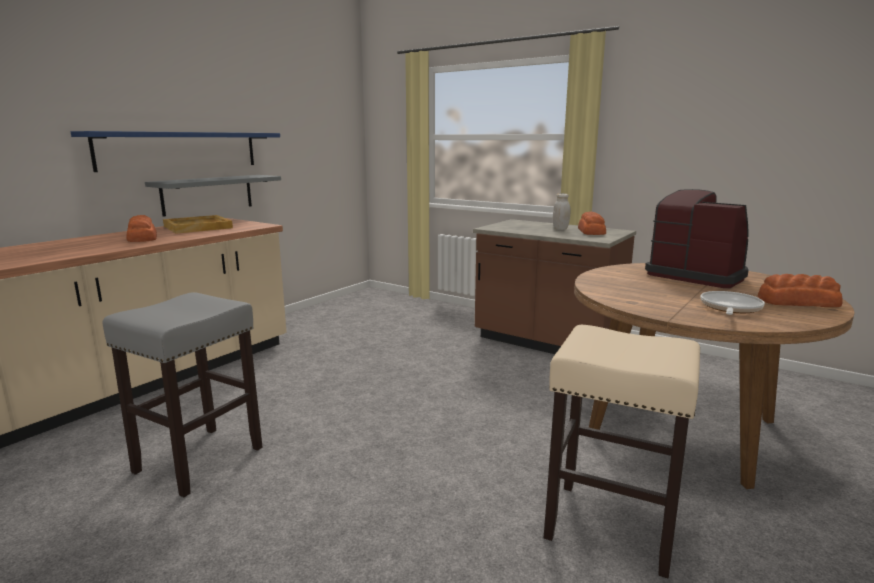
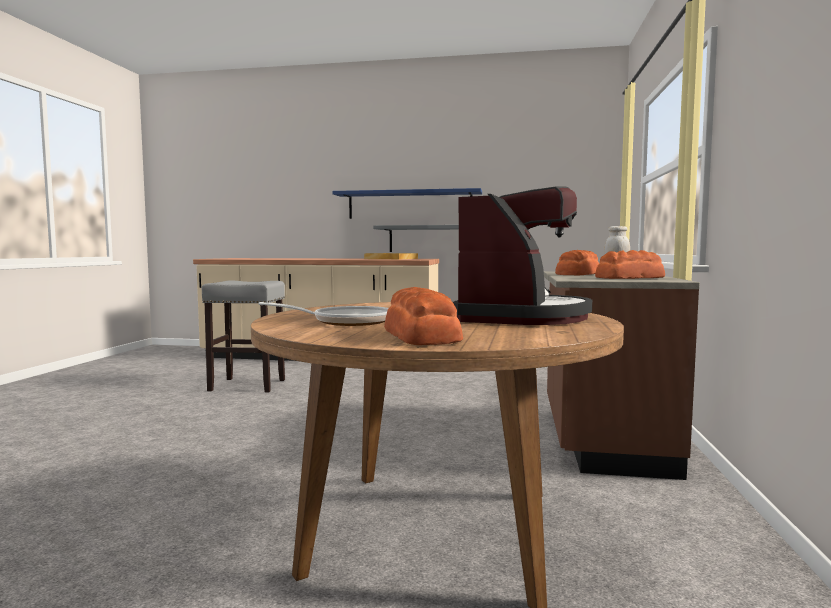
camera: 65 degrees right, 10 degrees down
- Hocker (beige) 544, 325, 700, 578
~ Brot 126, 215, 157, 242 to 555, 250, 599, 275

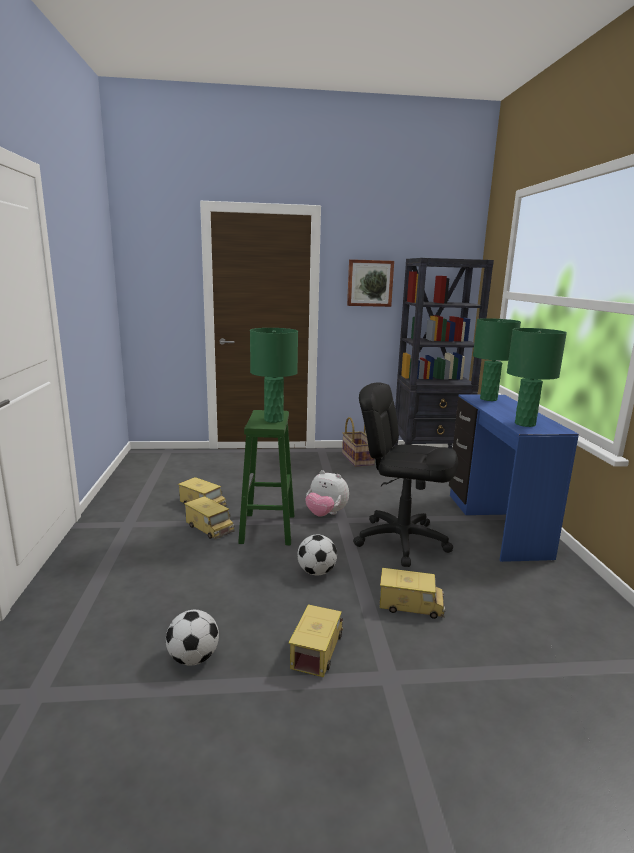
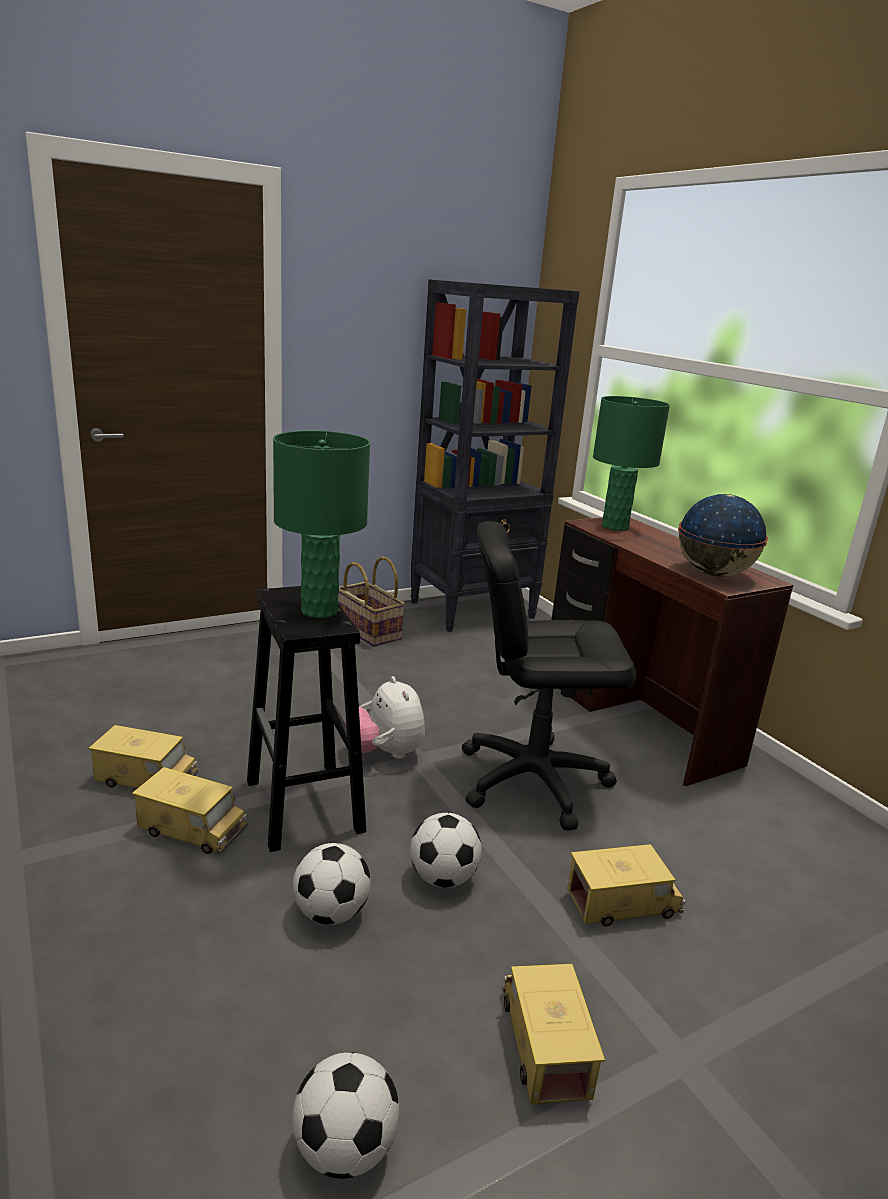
camera: 25 degrees left, 5 degrees up
- Bild 347, 259, 394, 307
+ Fußball 293, 843, 371, 925
~ Tischlampe (grün) 507, 328, 567, 427 to Globus 678, 494, 768, 577
~ Hocker (grün) 238, 410, 295, 545 to Hocker (schwarz) 247, 586, 366, 852
~ Schreibtisch (blau) 449, 395, 579, 562 to Schreibtisch (braun) 551, 517, 793, 787
~ Plüschtier 305, 470, 349, 517 = 345, 676, 425, 759 60 degrees clockwise

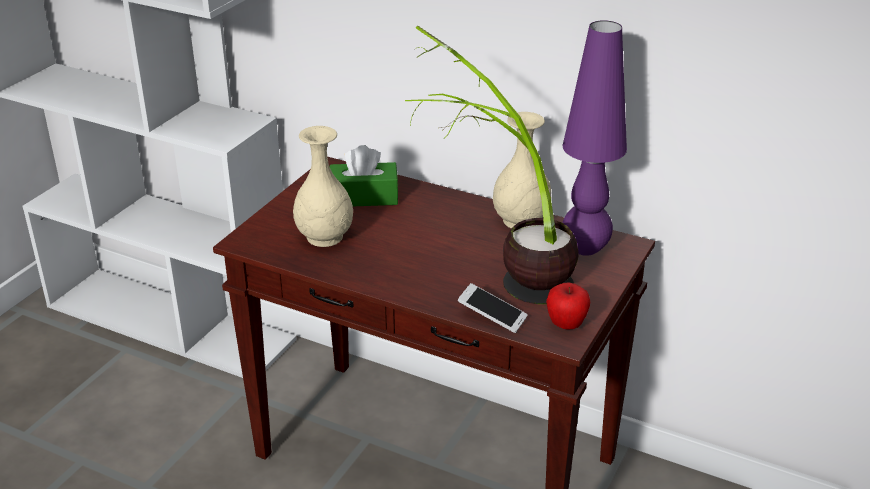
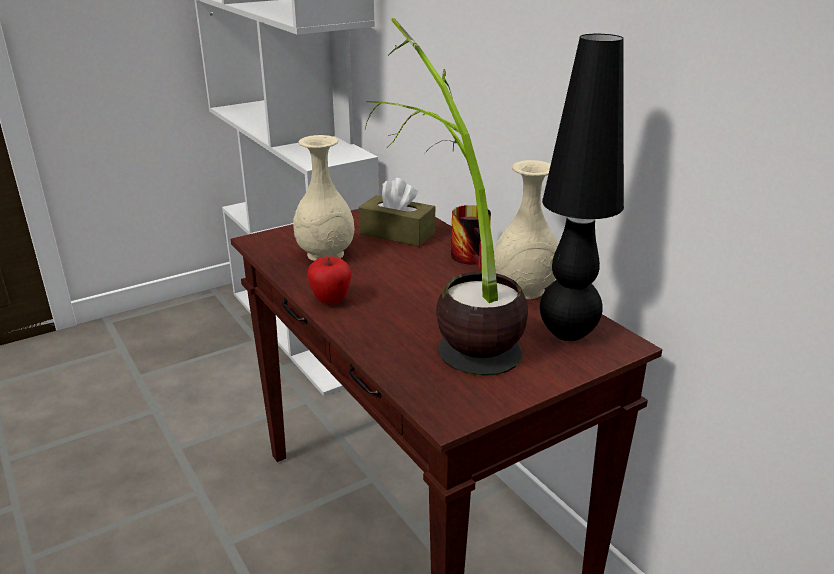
camera: 30 degrees right, 5 degrees down
- Handy 458, 283, 528, 333
+ Henkelbecher 451, 205, 491, 269
~ Apfel 546, 282, 590, 330 to 307, 256, 351, 304
~ Taschentuchbox (grün) 330, 145, 399, 206 to Taschentuchbox (braun) 358, 178, 435, 246
~ Tischlampe (lila) 563, 20, 627, 256 to Tischlampe (schwarz) 540, 34, 624, 341

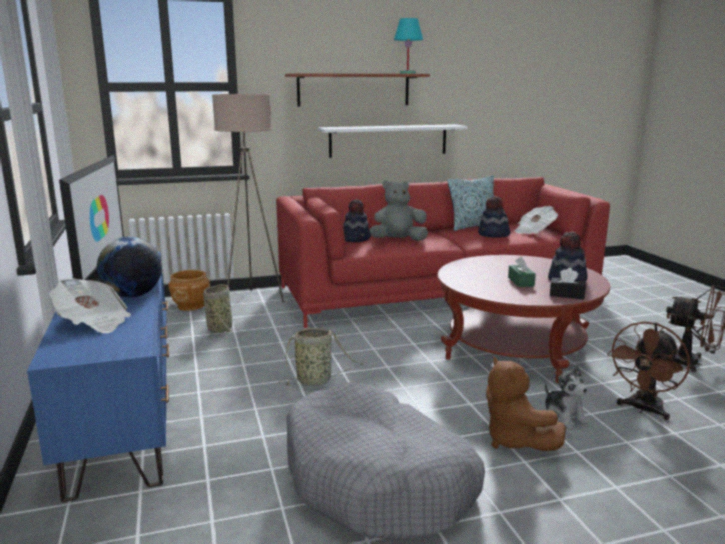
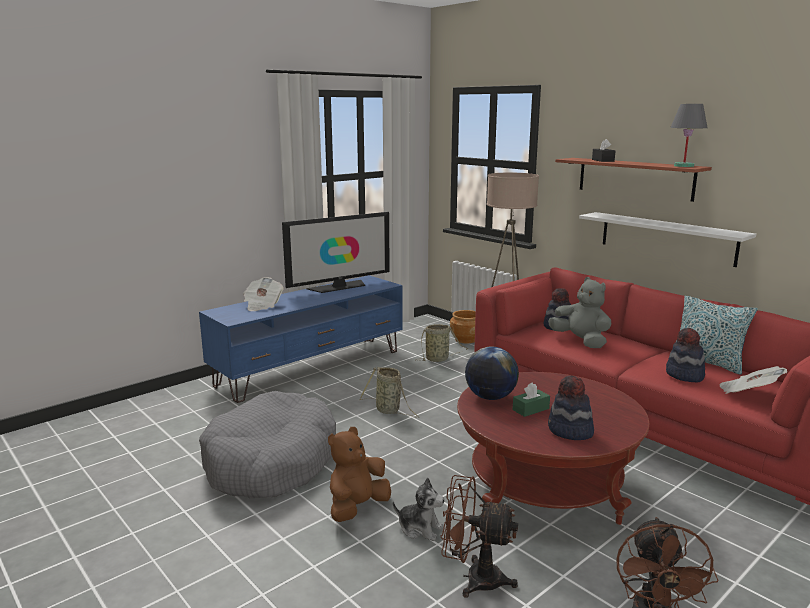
camera: 65 degrees right, 0 degrees up
~ Globus 97, 237, 162, 298 to 465, 347, 519, 400
~ Taschentuchbox (schwarz) 550, 268, 586, 299 to 592, 139, 615, 162
~ Tischlampe (türkis) 394, 18, 423, 74 to Tischlampe (grau) 670, 104, 708, 167
~ Plüschtier 545, 365, 589, 428 = 393, 477, 445, 541 105 degrees counterclockwise

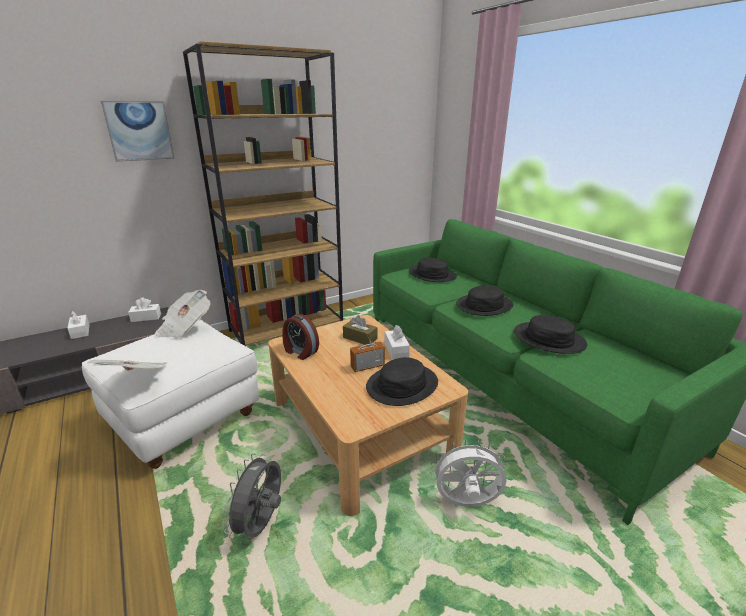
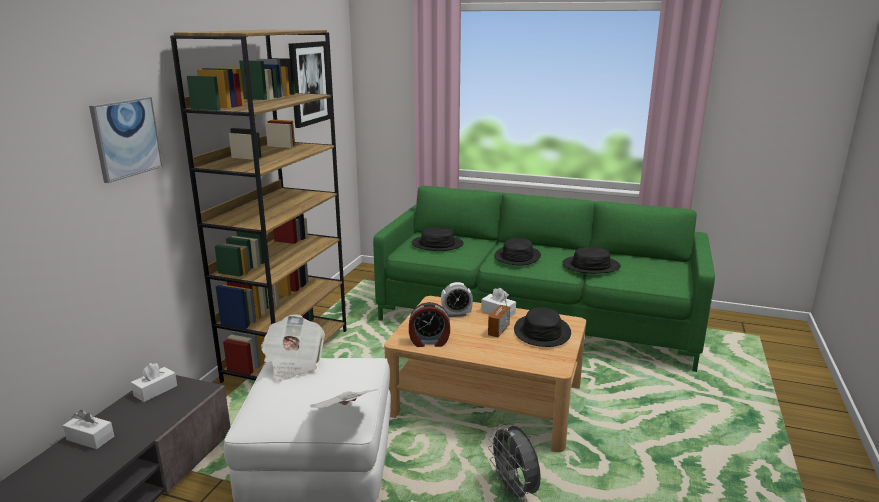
camera: 40 degrees left, 5 degrees down
- Ventilator (weiß) 430, 439, 508, 507
+ Bild 289, 41, 330, 128
~ Taschentuchbox (braun) 343, 315, 378, 345 to Wecker 441, 282, 473, 317

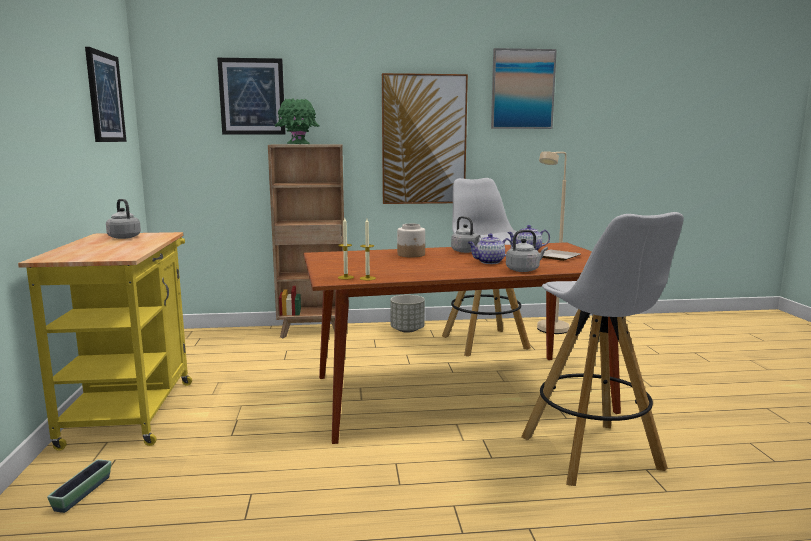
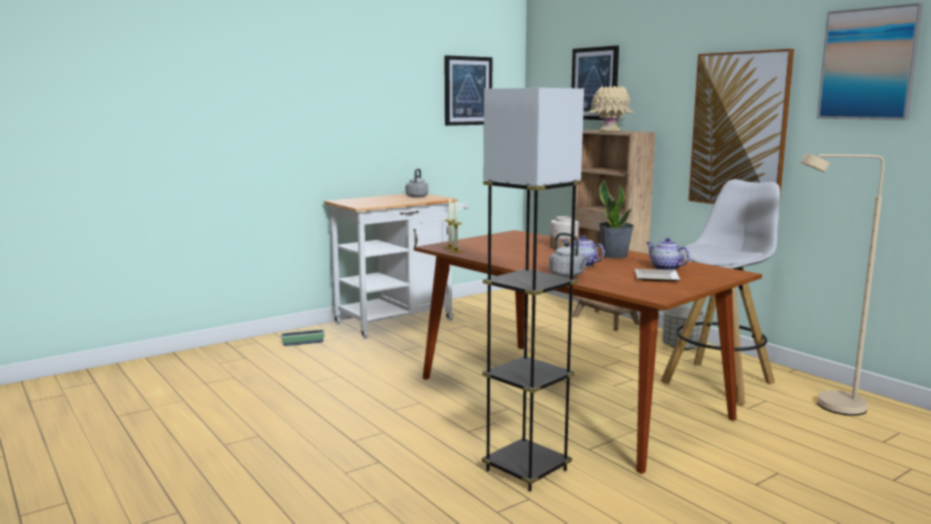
camera: 60 degrees right, 0 degrees up
~ Wasserkessel (grau) 451, 216, 481, 253 to Topfpflanze 599, 179, 634, 258
~ Hocker (weiß) 521, 212, 684, 486 to Stehlampe (grau) 482, 88, 584, 491
~ Rollwagen (gelb) 18, 232, 192, 451 to Rollwagen (weiß) 324, 194, 469, 339
~ Vase (grün) 275, 99, 320, 144 to Vase (beige) 588, 86, 634, 131

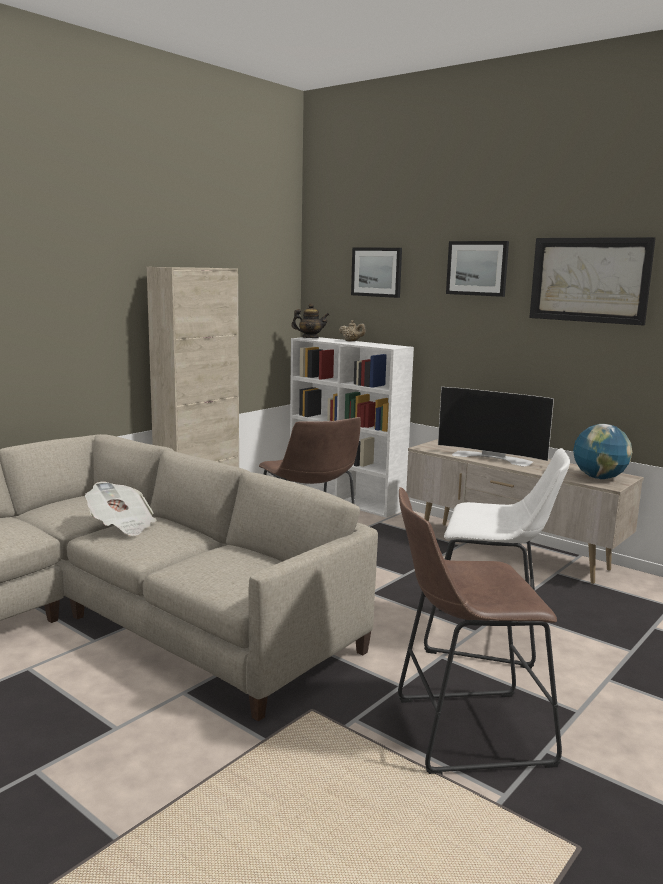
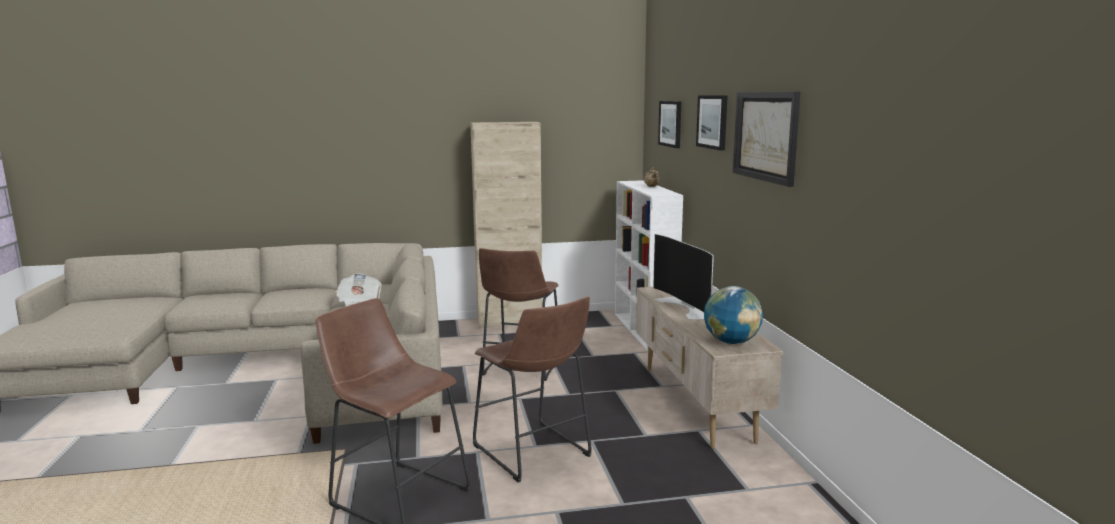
camera: 40 degrees right, 0 degrees up
- Teekanne 291, 303, 329, 338
~ Hocker (weiß) 424, 448, 570, 669 to Hocker (braun) 473, 296, 592, 482

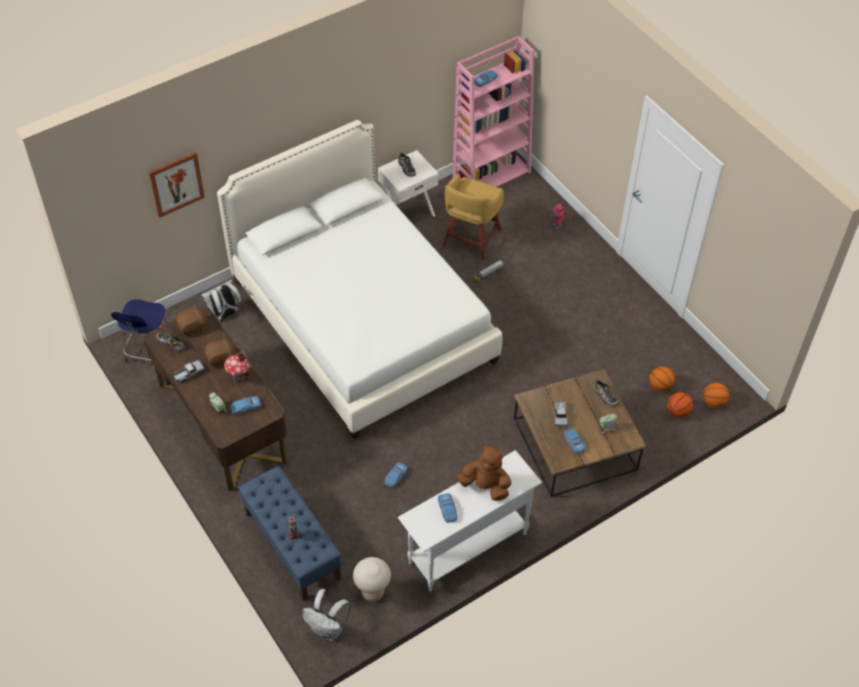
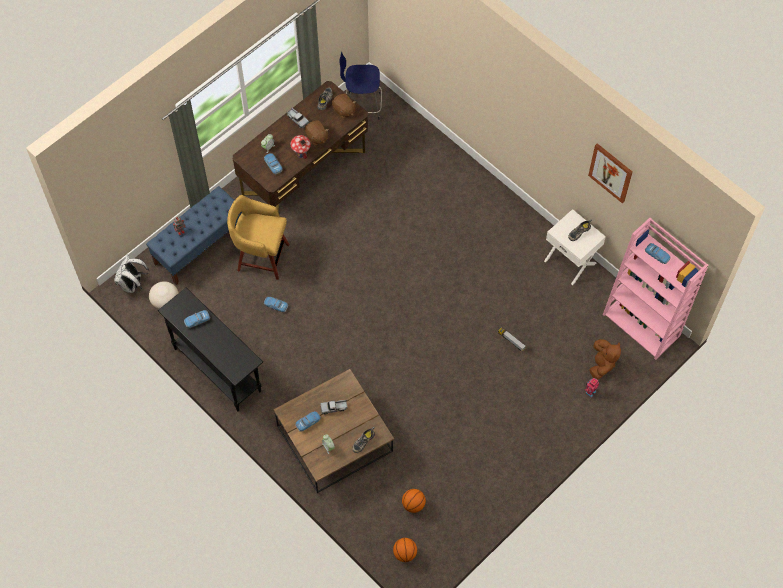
camera: 80 degrees right, 10 degrees up
- Rucksack (weiß) 201, 279, 243, 322
- Bett (weiß) 217, 120, 502, 439
- Basketball 667, 392, 693, 418
~ Bild 148, 152, 205, 218 to 588, 143, 633, 204
~ Hocker (gelb) 443, 174, 504, 260 to 227, 195, 290, 280
~ Plüschtier (braun) 456, 444, 511, 501 to 589, 339, 621, 379
~ Konsolentisch (weiß) 398, 450, 542, 592 to Konsolentisch (schwarz) 158, 288, 263, 411

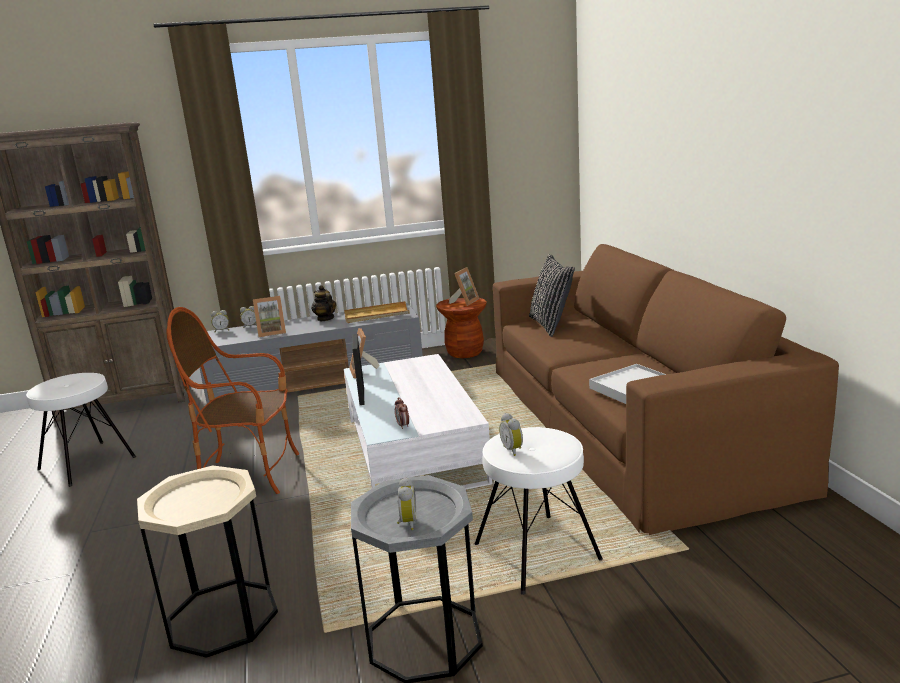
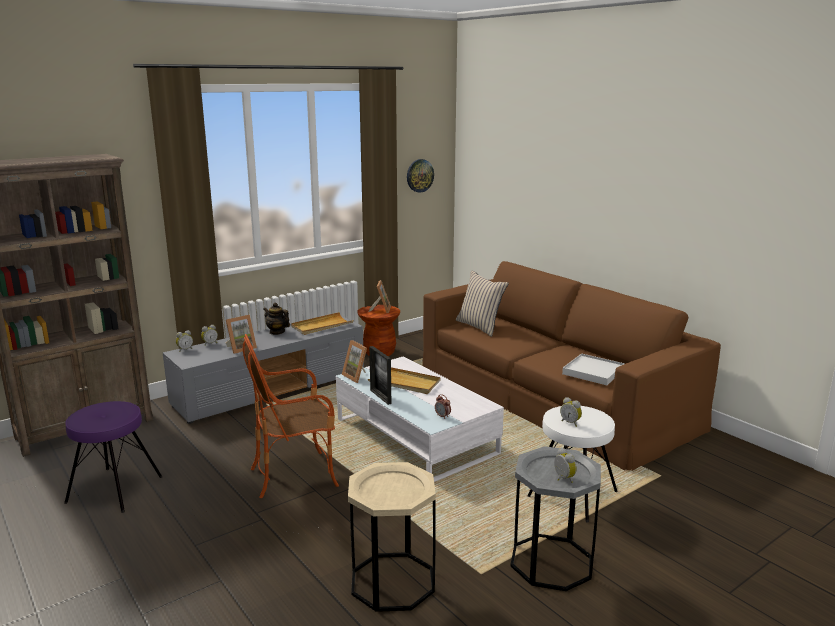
camera: 25 degrees left, 0 degrees up
+ Tablett (beige) 368, 367, 441, 394
+ Wanduhr 407, 159, 434, 193
~ Hocker (weiß) 26, 373, 136, 487 to Hocker (lila) 64, 401, 162, 513
~ Kissen (schwarz) 529, 254, 575, 337 to Kissen (beige) 456, 271, 509, 337

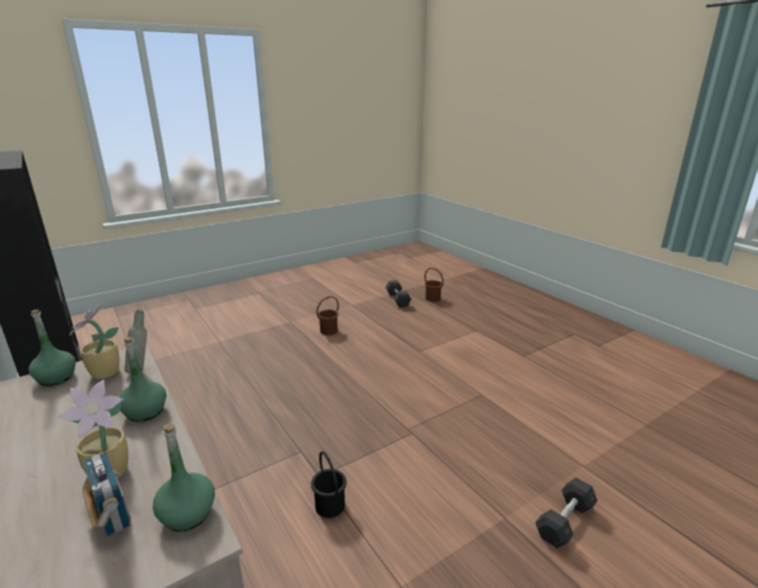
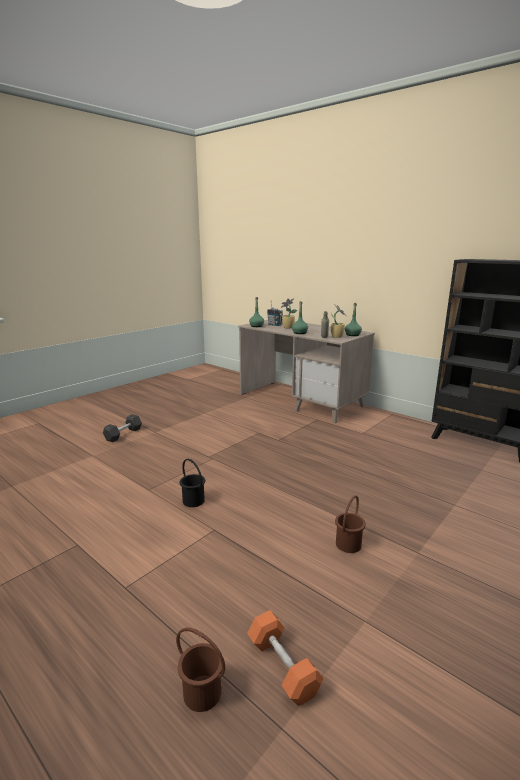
camera: 165 degrees right, 5 degrees down
~ Eimer (schwarz) 311, 451, 347, 518 to 180, 459, 205, 507
~ Hantel (grau) 385, 280, 411, 307 to Hantel (orange) 247, 610, 323, 706

